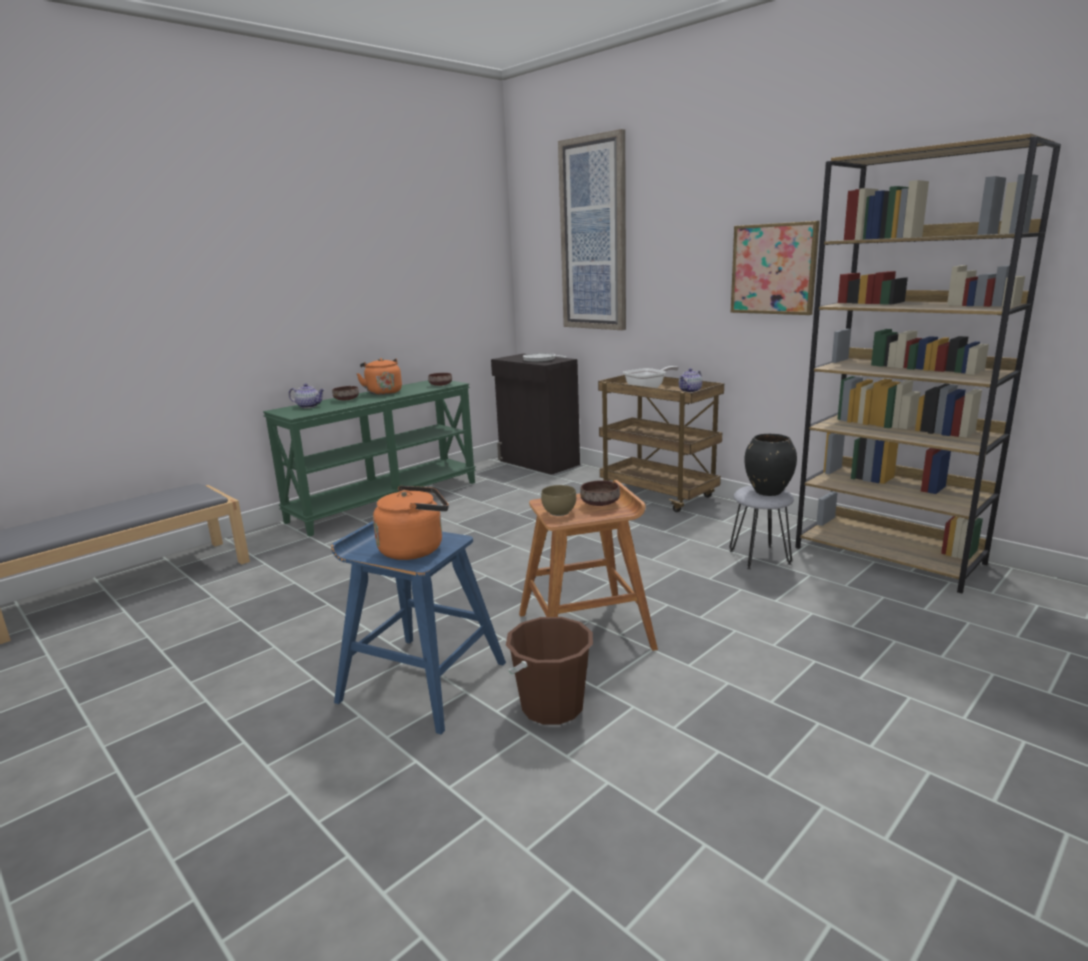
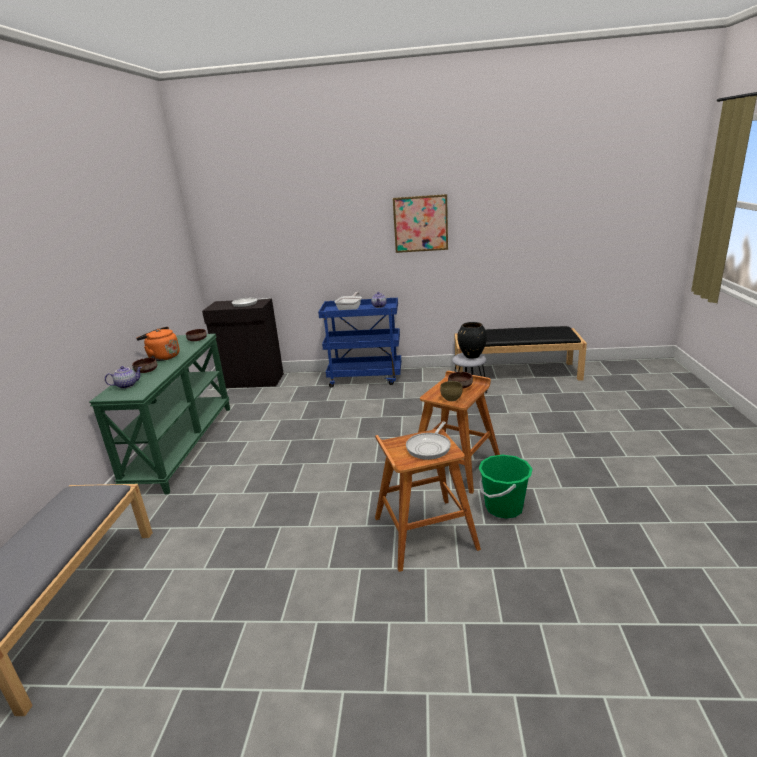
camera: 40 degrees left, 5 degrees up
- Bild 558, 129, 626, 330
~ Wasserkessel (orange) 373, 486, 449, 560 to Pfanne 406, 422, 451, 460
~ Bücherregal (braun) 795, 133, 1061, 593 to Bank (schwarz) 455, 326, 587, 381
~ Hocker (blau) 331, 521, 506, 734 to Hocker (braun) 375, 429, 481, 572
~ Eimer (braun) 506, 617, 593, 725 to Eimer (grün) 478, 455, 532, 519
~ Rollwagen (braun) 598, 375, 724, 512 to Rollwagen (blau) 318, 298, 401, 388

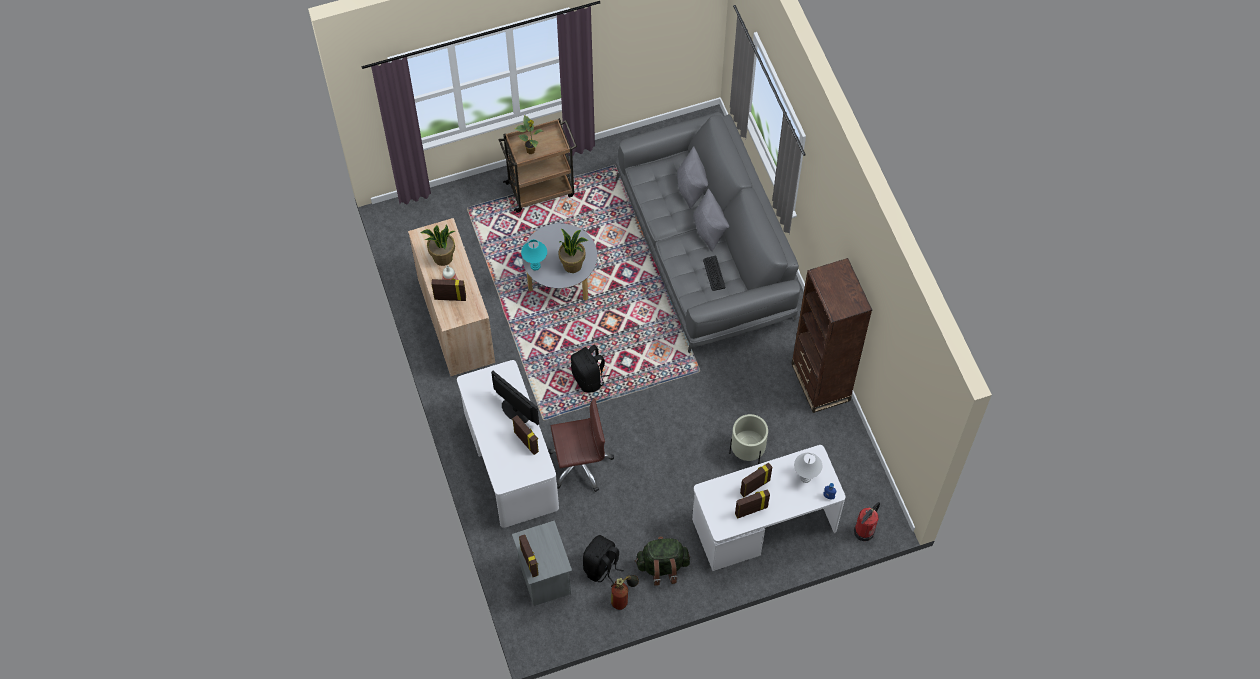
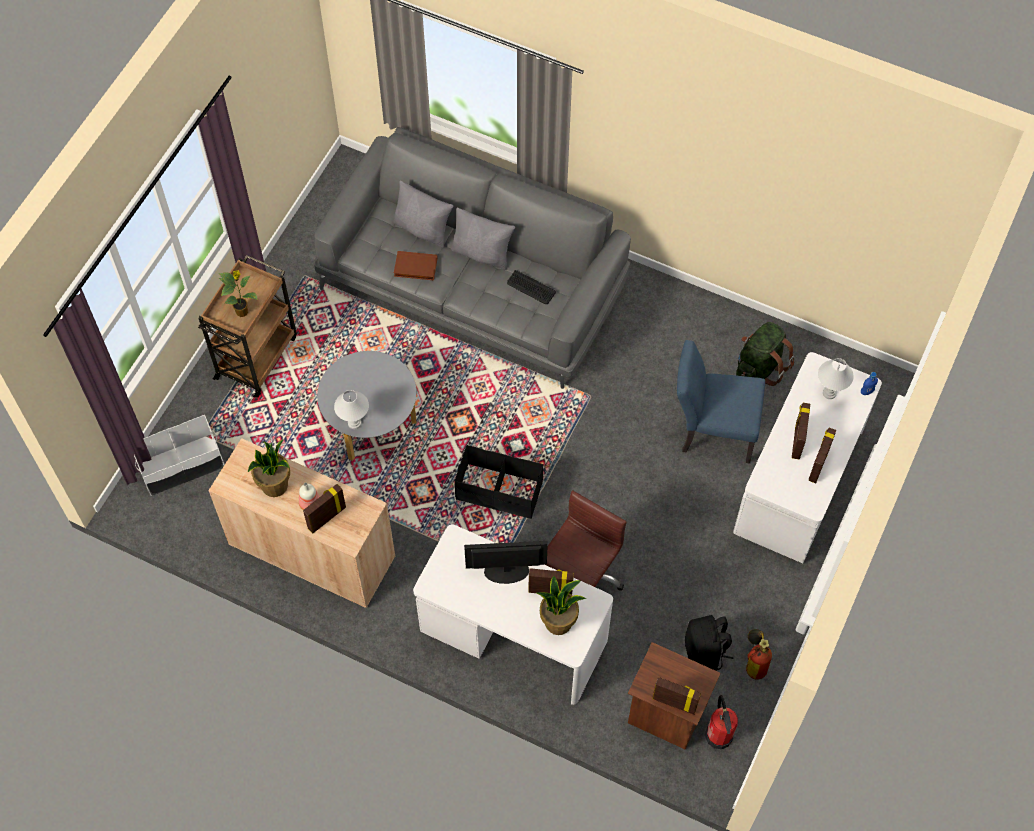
camera: 45 degrees left, 0 degrees up
- Bücherregal (braun) 791, 258, 872, 413
+ Aufbewahrungsbox (weiß) 134, 415, 224, 496
+ Buch (braun) 394, 251, 438, 280
~ Topfpflanze 559, 228, 588, 273 to 536, 576, 586, 635
~ Rucksack (grün) 635, 536, 690, 586 to 736, 322, 795, 386
~ Feuerlöscher 854, 502, 880, 541 to 705, 695, 738, 749
~ Rucksack (schwarz) 571, 345, 610, 392 to Aufbewahrungsbox (schwarz) 455, 445, 543, 519
~ Pflanzkübel (beige) 729, 414, 768, 464 to Stuhl (blau) 677, 340, 765, 464
~ Nachttisch (grau) 512, 520, 572, 606 to Nachttisch (braun) 628, 642, 721, 749
~ Tischlampe (türkis) 521, 239, 547, 271 to Tischlampe (weiß) 334, 390, 369, 429

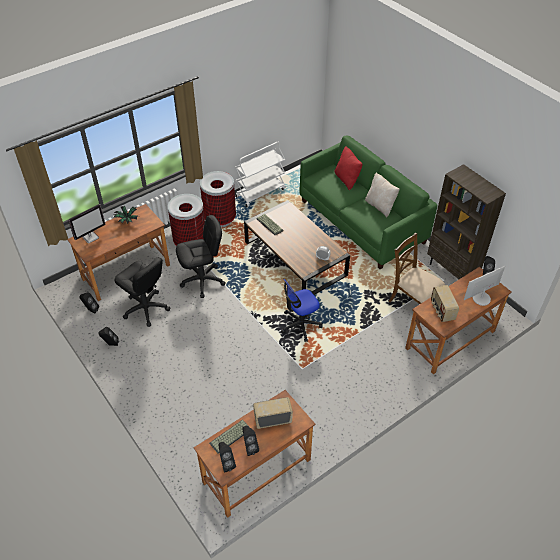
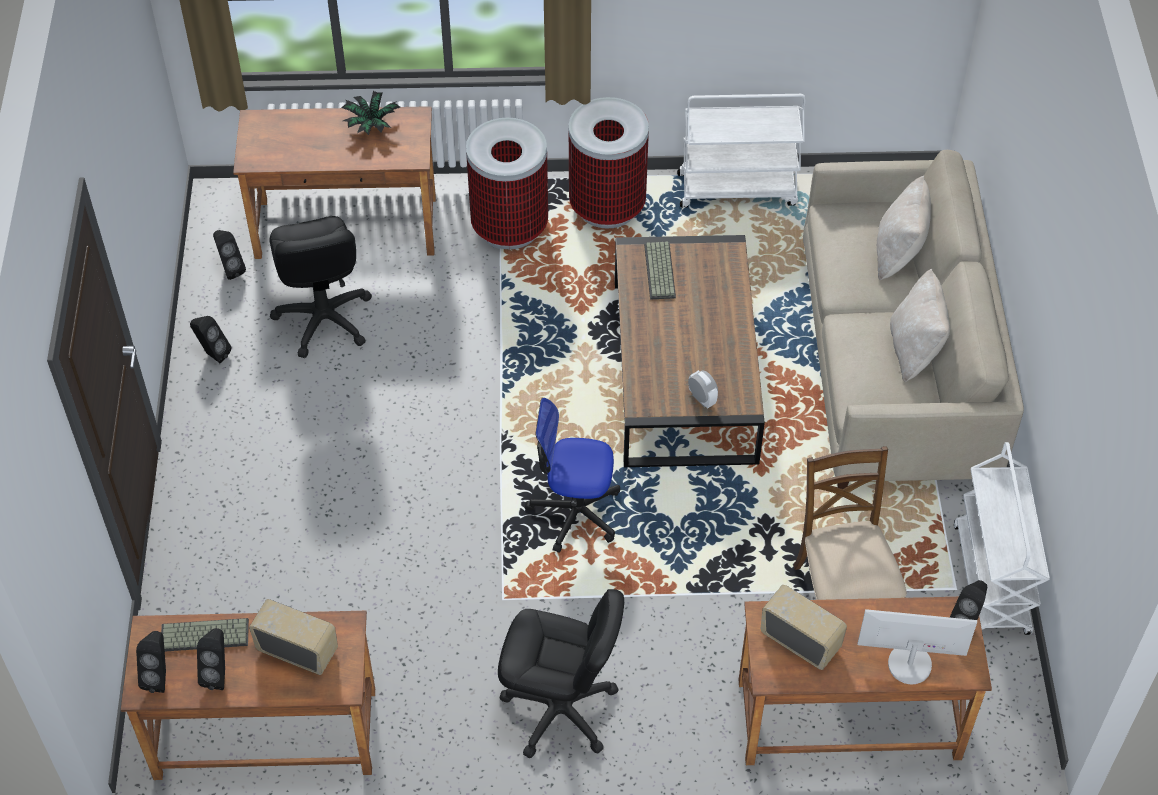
camera: 35 degrees right, 5 degrees up
- Monitor 68, 204, 106, 243
~ Bürostuhl (schwarz) 176, 215, 226, 298 to 498, 589, 624, 758
~ Bücherregal (braun) 427, 164, 506, 279 to Rollwagen (weiß) 954, 442, 1050, 635
~ Sofa (grün) 299, 136, 437, 269 to Sofa (beige) 803, 150, 1024, 489
~ Kissen (rot) 334, 146, 362, 191 to Kissen (beige) 877, 176, 931, 280
~ Radio 431, 285, 459, 322 = 760, 585, 847, 670 105 degrees clockwise

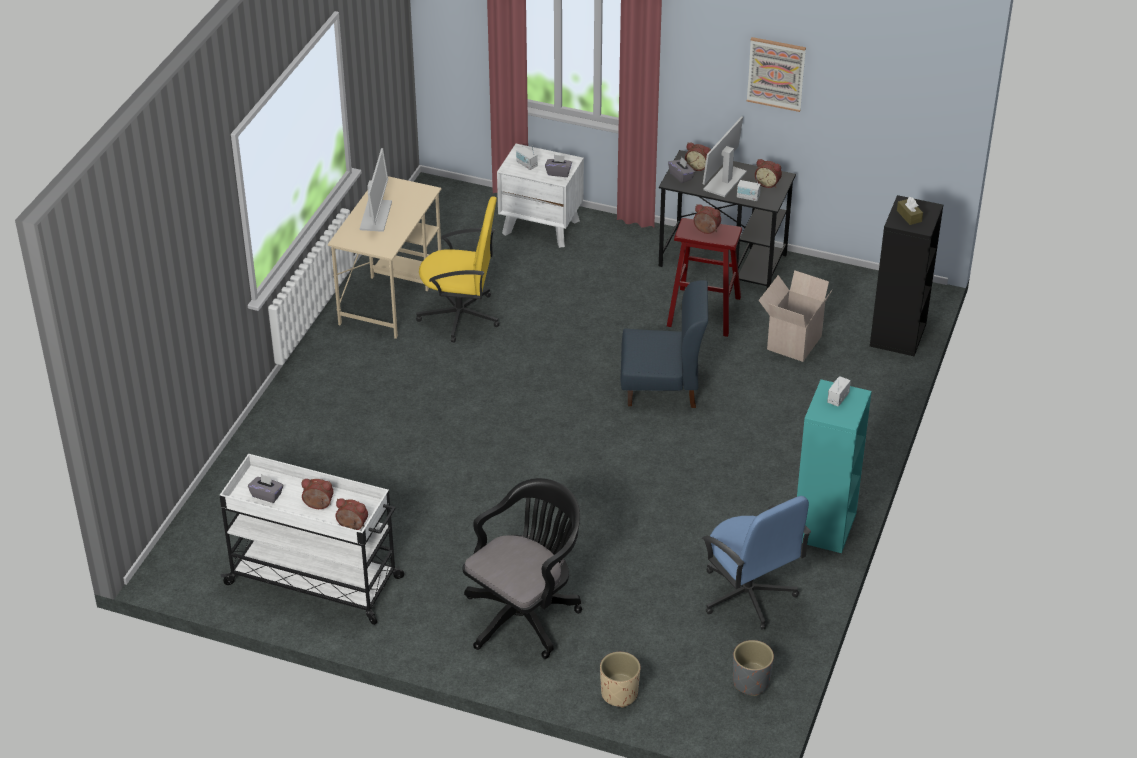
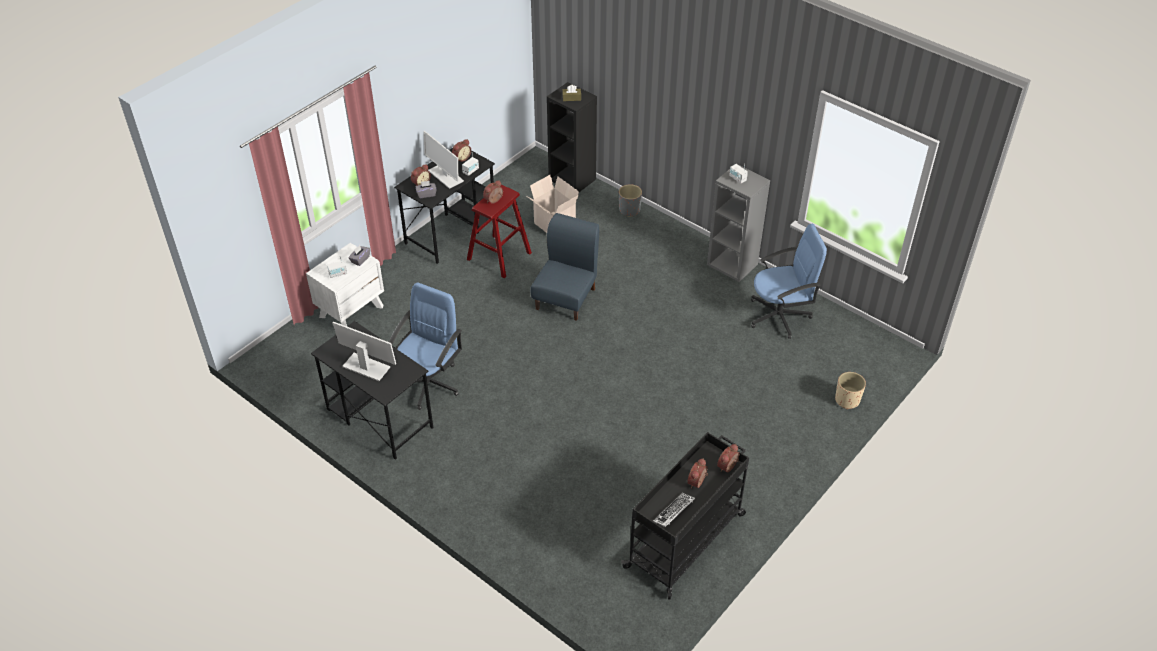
camera: 70 degrees left, 5 degrees up
- Bürostuhl (schwarz) 463, 478, 582, 659
- Bild 747, 37, 806, 112
~ Pflanzkübel (grau) 733, 640, 774, 696 to 619, 184, 642, 217
~ Taschentuchbox (grau) 248, 474, 283, 503 to Tastatur 653, 493, 695, 527
~ Rollwagen (weiß) 219, 454, 404, 625 to Rollwagen (schwarz) 621, 432, 749, 600
~ Schreibtisch (beige) 328, 176, 441, 339 to Schreibtisch (schwarz) 311, 321, 433, 460
~ Bürostuhl (gelb) 416, 196, 500, 343 to Bürostuhl (blau) 388, 283, 462, 410
~ Bücherregal (türkis) 797, 379, 872, 553 to Bücherregal (grau) 707, 165, 770, 282

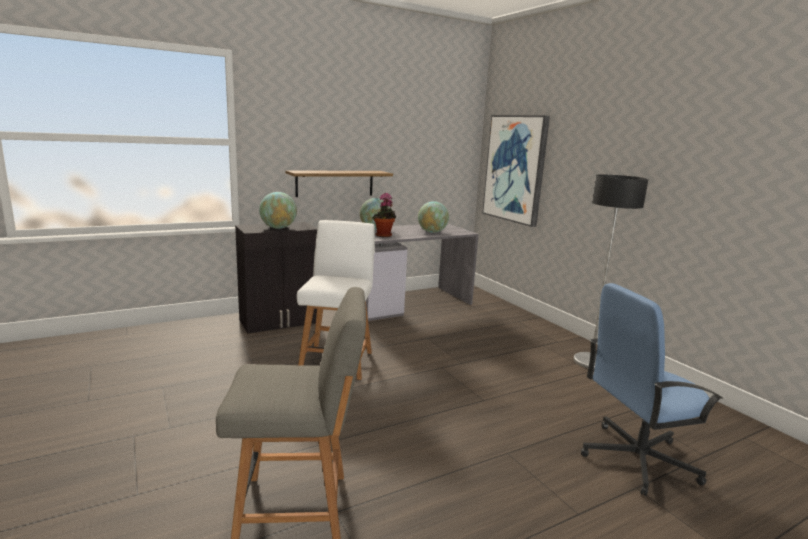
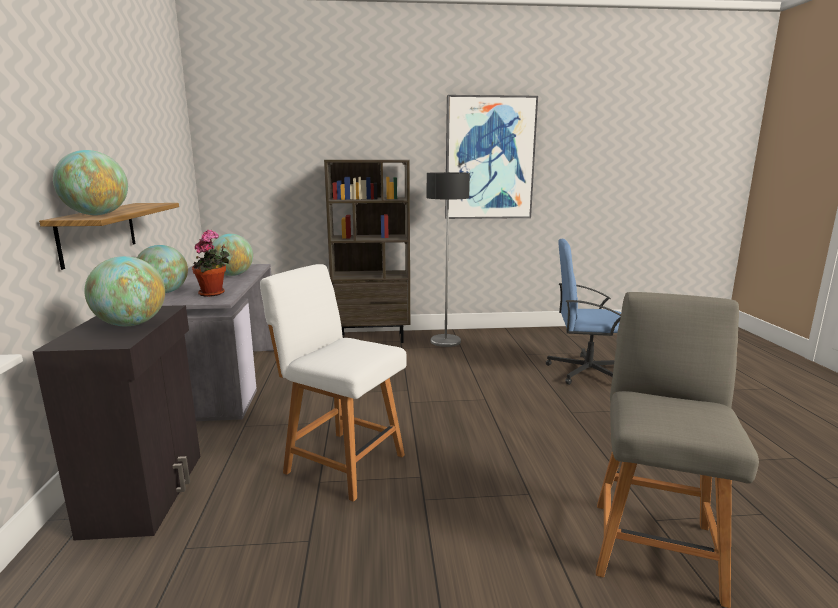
camera: 65 degrees left, 0 degrees up
+ Globus 53, 150, 128, 215
+ Bücherregal (braun) 324, 160, 410, 343
~ Bild 482, 115, 550, 227 to 445, 95, 538, 219
~ Bürostuhl (blau) 581, 283, 723, 496 = 546, 239, 621, 385 90 degrees clockwise

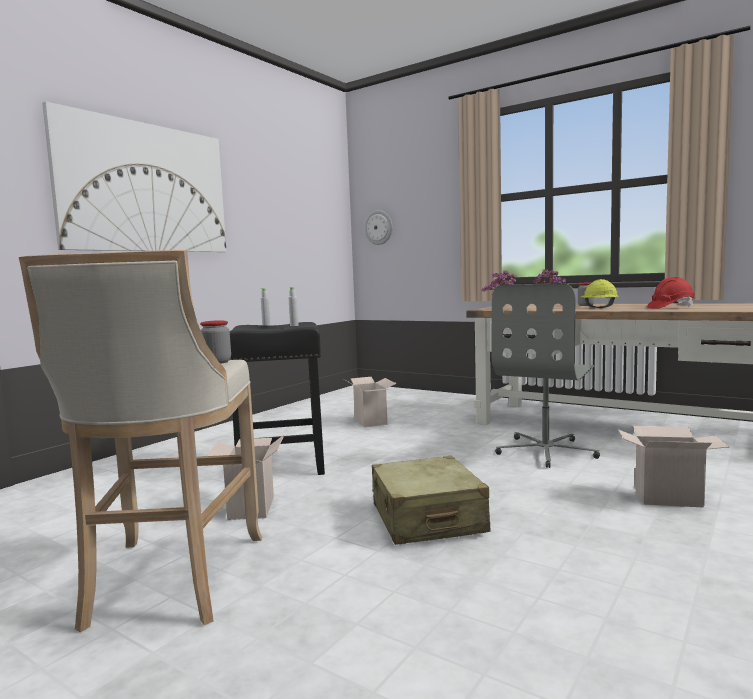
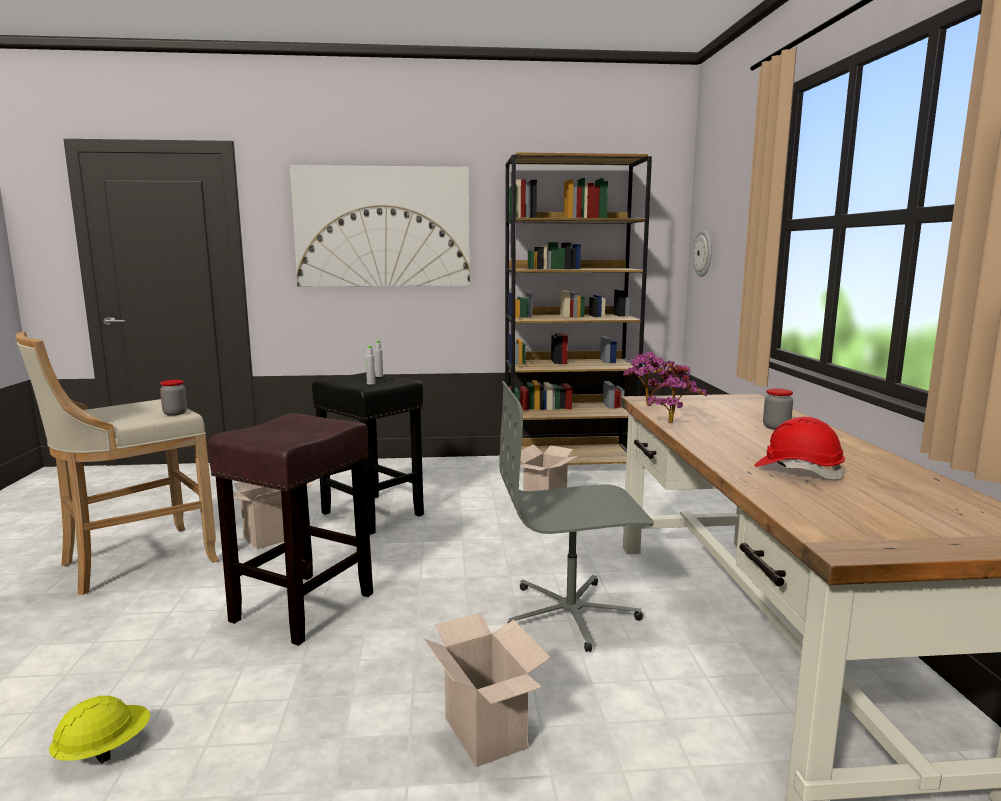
camera: 50 degrees right, 5 degrees up
+ Bücherregal (braun) 505, 152, 652, 465
~ Schutzhelm (gelb) 581, 279, 619, 308 to 49, 696, 150, 763
~ Koffer (beige) 372, 456, 490, 545 to Hocker (braun) 208, 413, 373, 646

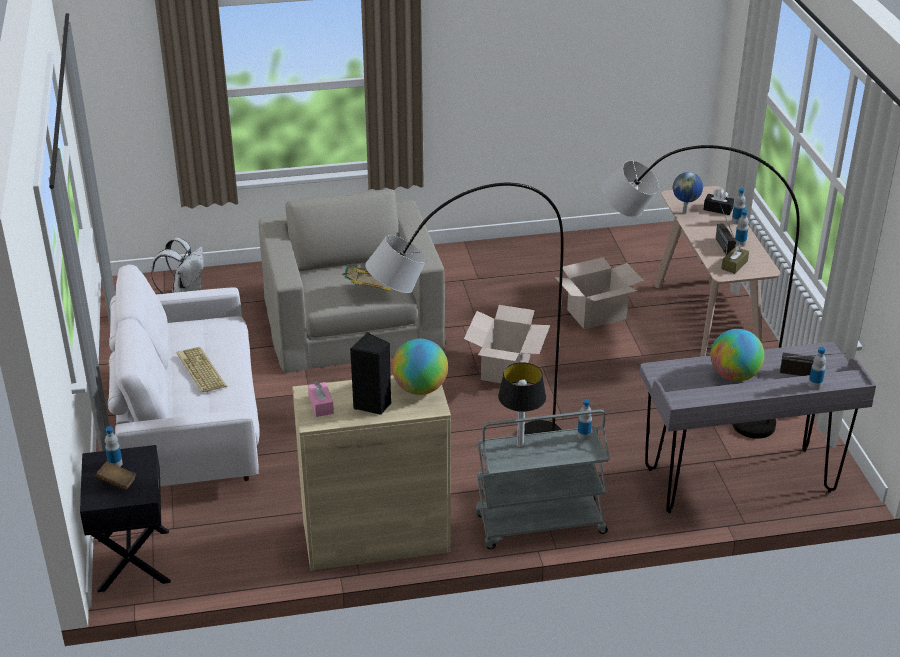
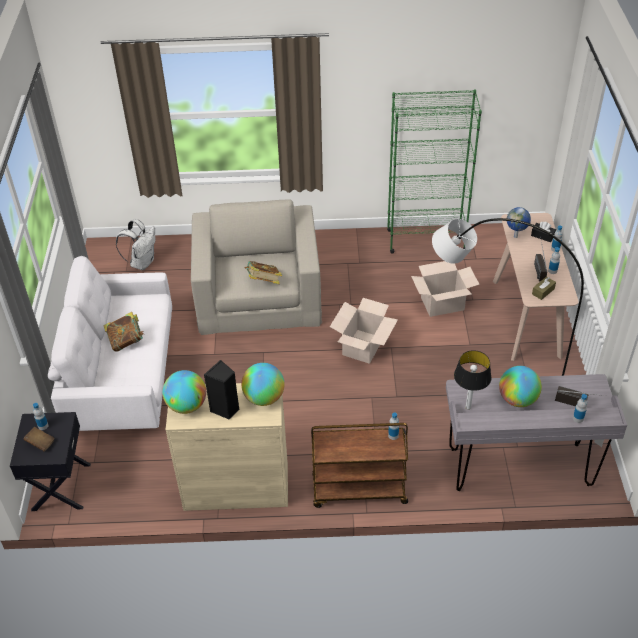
camera: 10 degrees right, 10 degrees up
- Stehlampe (grau) 365, 183, 564, 435
+ Bücherregal (grün) 387, 89, 482, 253
~ Tischlampe 498, 362, 546, 447 to 454, 350, 492, 410
~ Tastatur 177, 347, 227, 392 to Buch 103, 312, 144, 352
~ Taschentuchbox (rosa) 308, 381, 334, 417 to Globus 163, 370, 206, 414
~ Rollwagen (grau) 475, 409, 610, 549 to Rollwagen (braun) 311, 423, 408, 508

